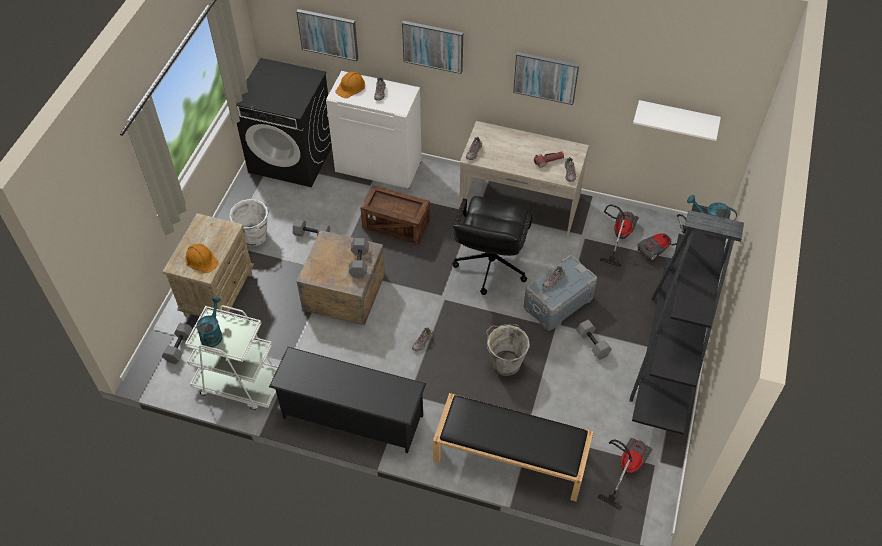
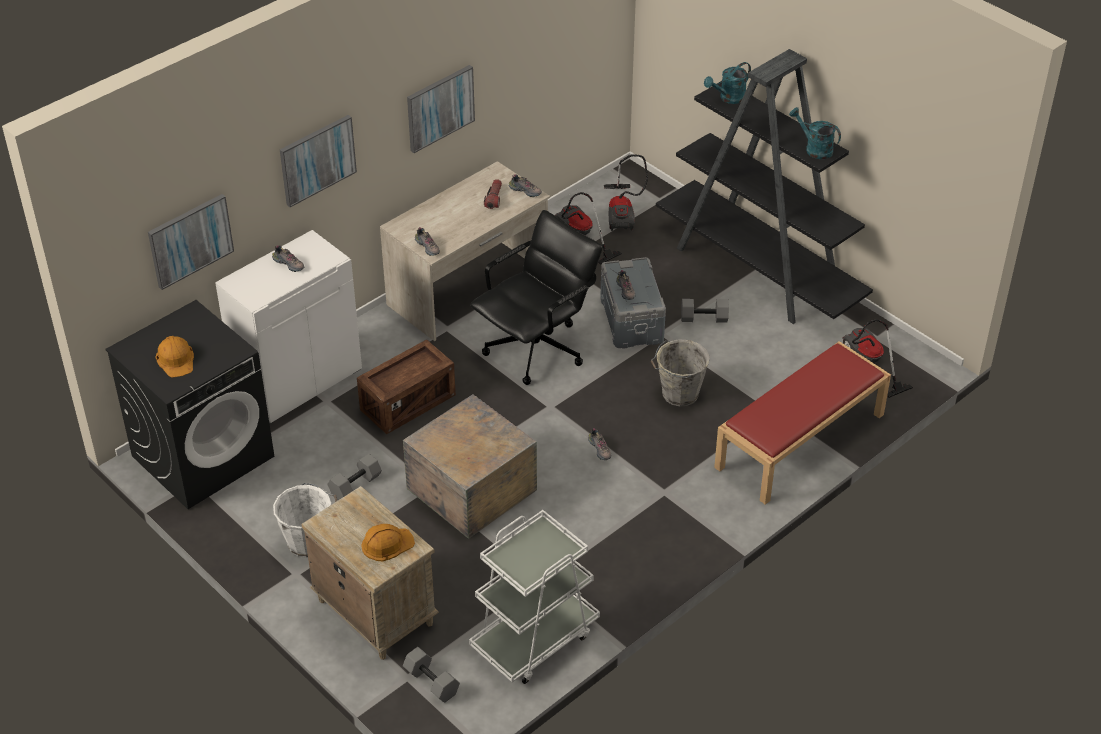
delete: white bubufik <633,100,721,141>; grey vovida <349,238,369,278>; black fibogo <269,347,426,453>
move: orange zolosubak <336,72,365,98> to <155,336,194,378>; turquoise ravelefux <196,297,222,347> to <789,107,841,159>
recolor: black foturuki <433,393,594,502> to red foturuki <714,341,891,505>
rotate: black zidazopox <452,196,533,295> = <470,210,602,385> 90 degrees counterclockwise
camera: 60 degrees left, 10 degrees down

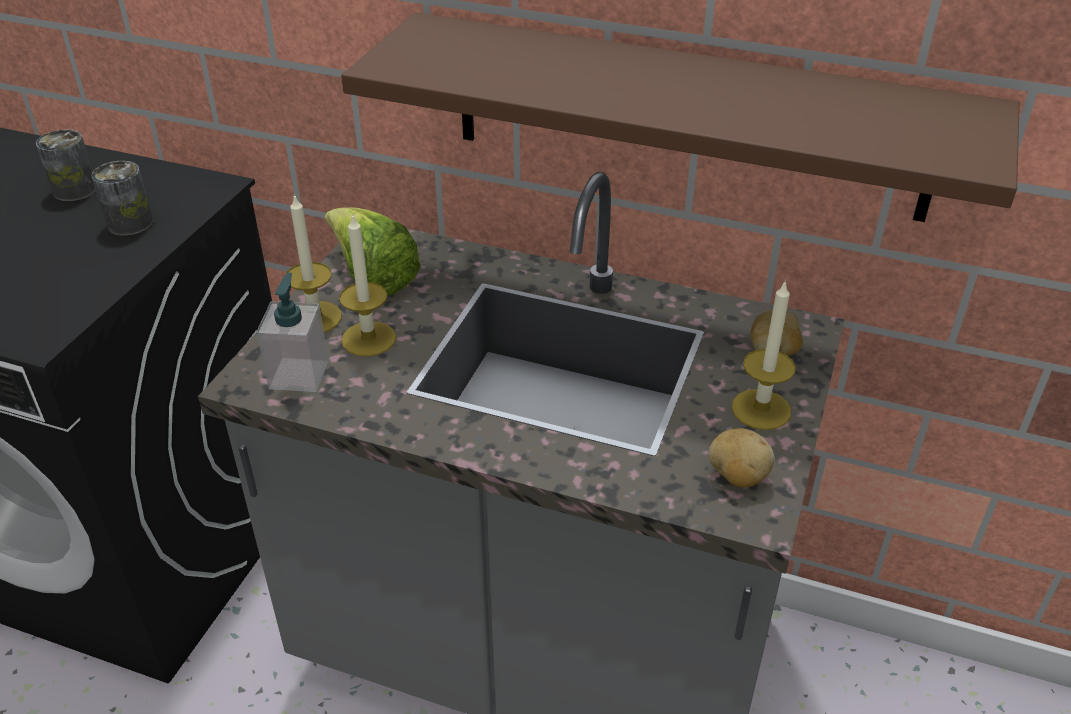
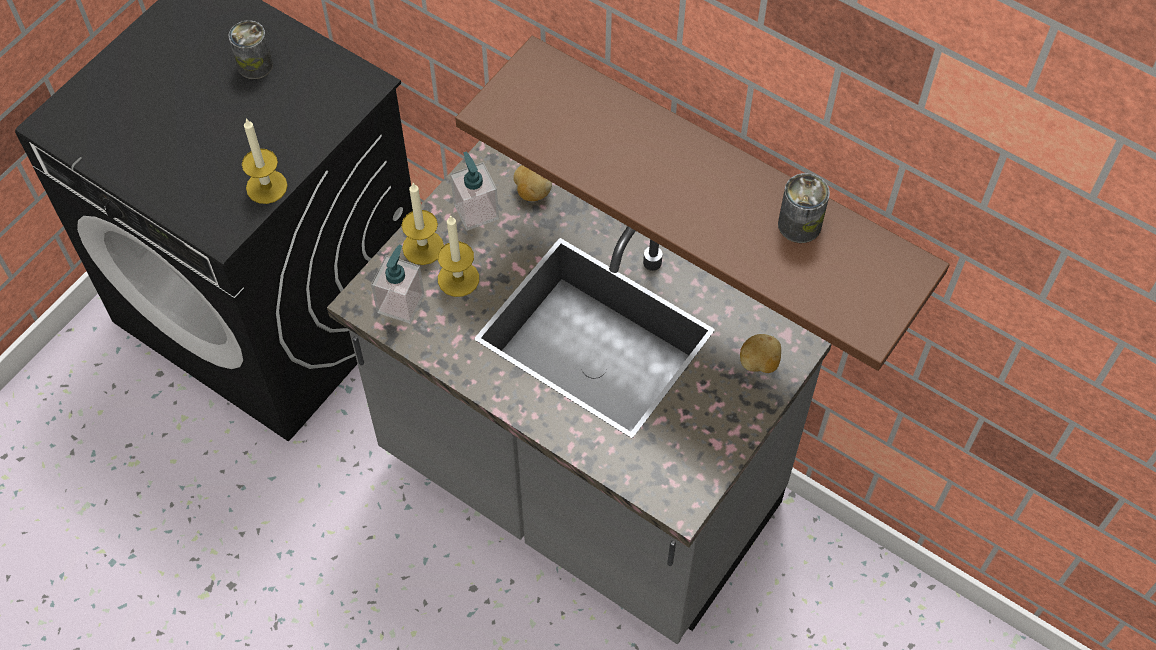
move: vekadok <92,161,153,236> to <778,173,830,243>; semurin <732,280,796,430> to <242,118,288,204>; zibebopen <709,428,774,488> to <513,165,552,201>
replace: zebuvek <325,207,421,296> to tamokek <450,152,499,231>
camera: 15 degrees right, 20 degrees up

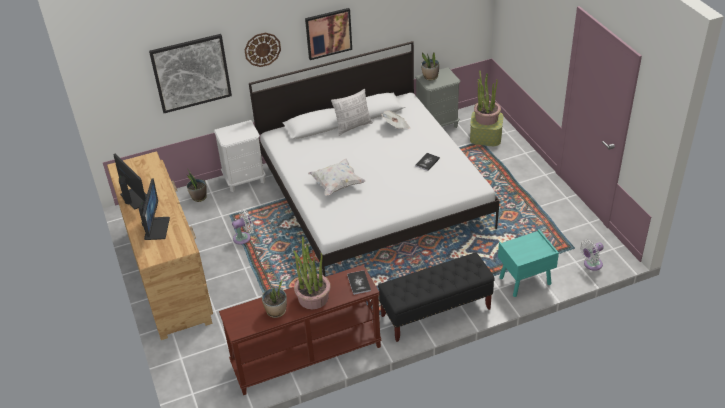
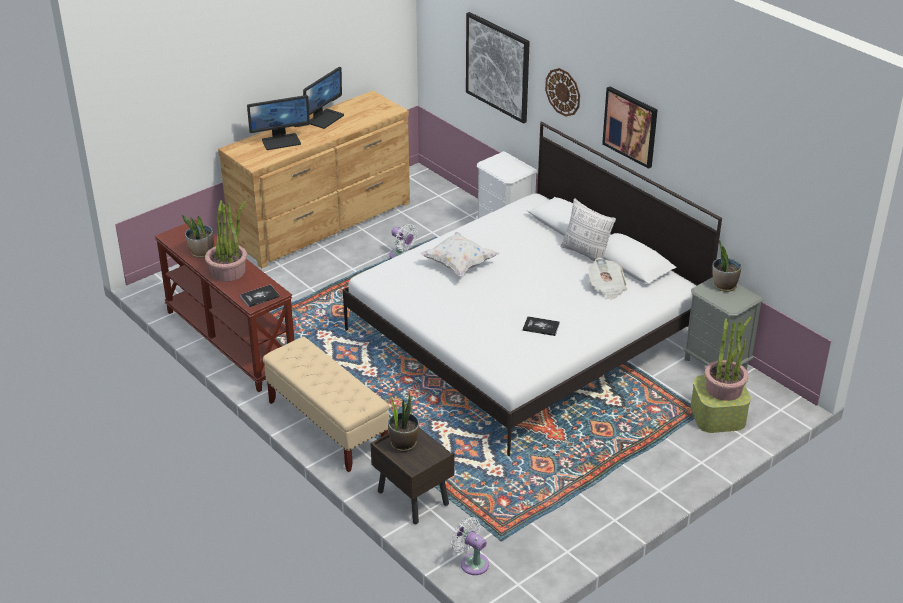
move: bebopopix <187,168,207,202> to <388,392,419,452>
recolor: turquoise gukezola <498,229,559,297> to brown gukezola <370,428,454,524>; black foturuki <378,252,495,342> to beige foturuki <263,337,389,472>
camera: 70 degrees right, 5 degrees down

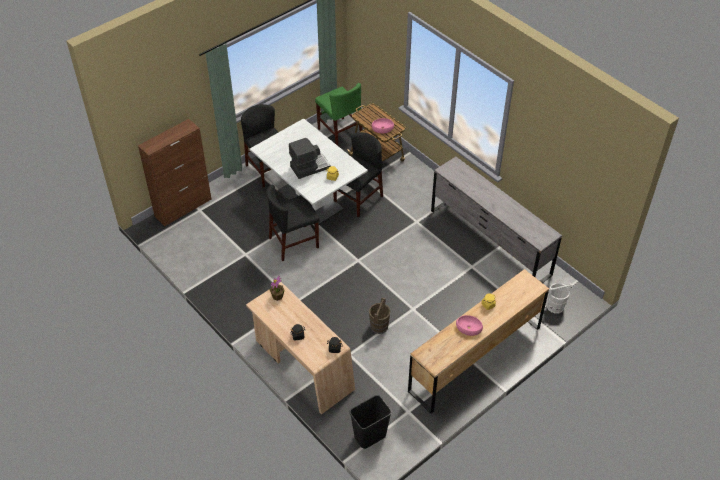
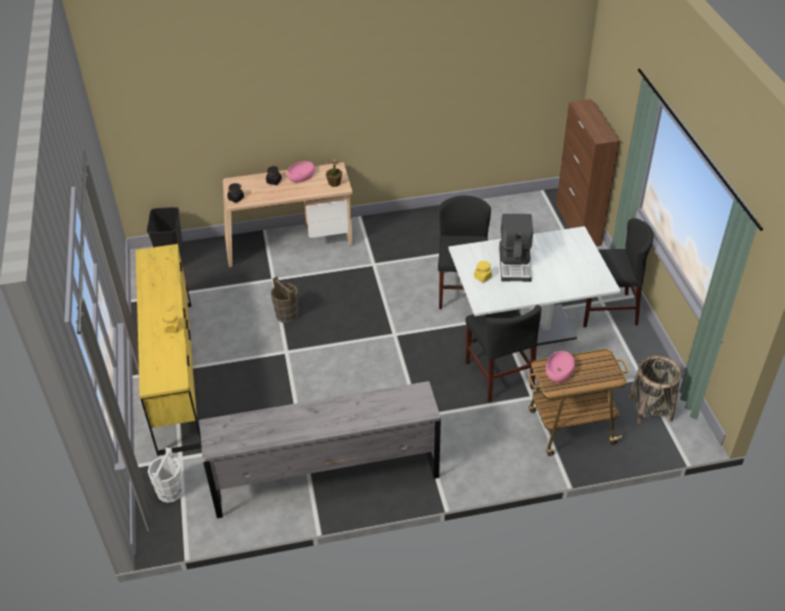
move: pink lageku <456,315,483,336> to <287,161,315,182>
replace: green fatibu <315,83,362,146> to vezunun <628,355,681,424>
recolor: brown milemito <408,269,549,414> to yellow milemito <136,244,201,456>
camera: 120 degrees right, 5 degrees down

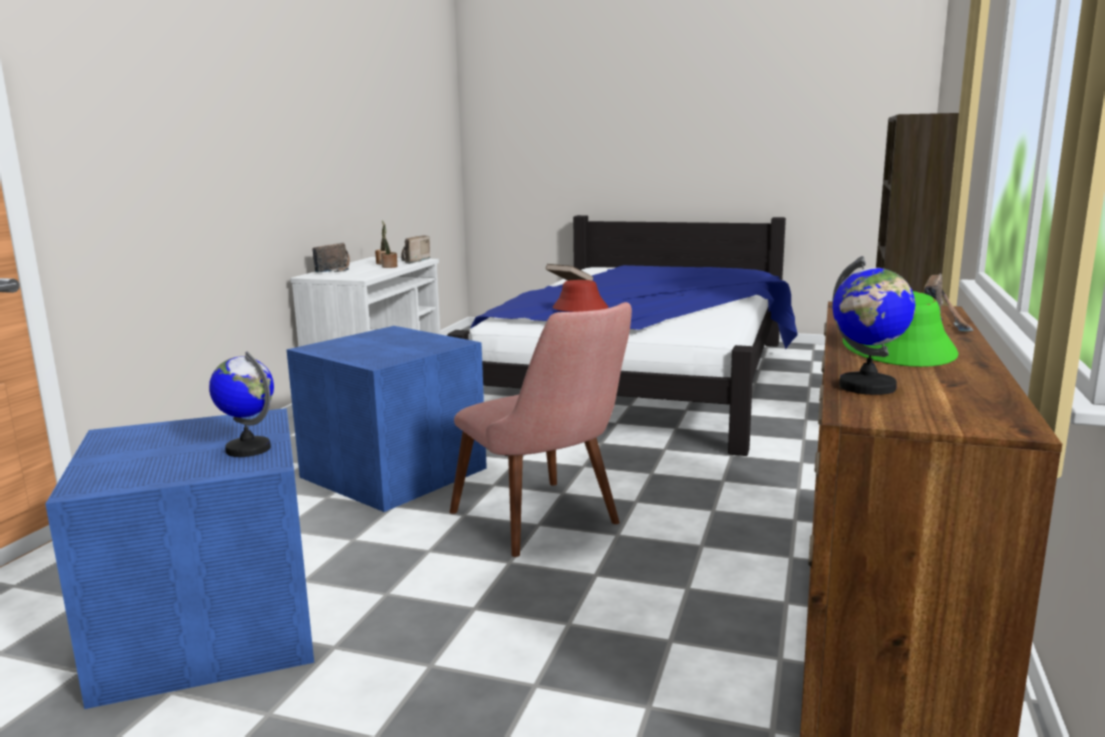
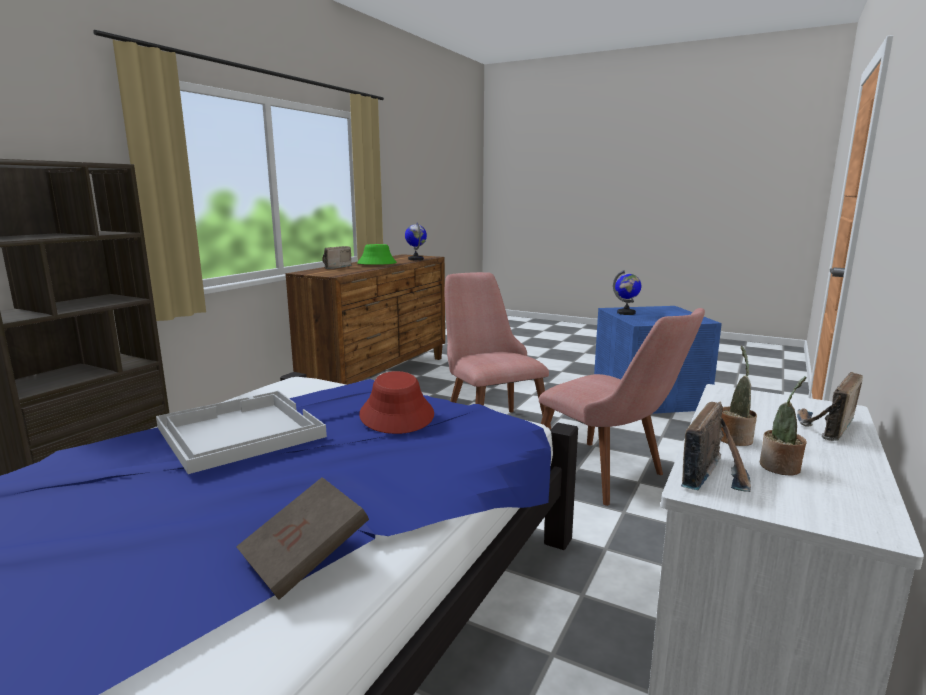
insert: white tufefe <156,391,327,474>
replace: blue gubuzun <287,326,487,512> to pink fatibu <539,308,705,506>
camera: 170 degrees left, 0 degrees up

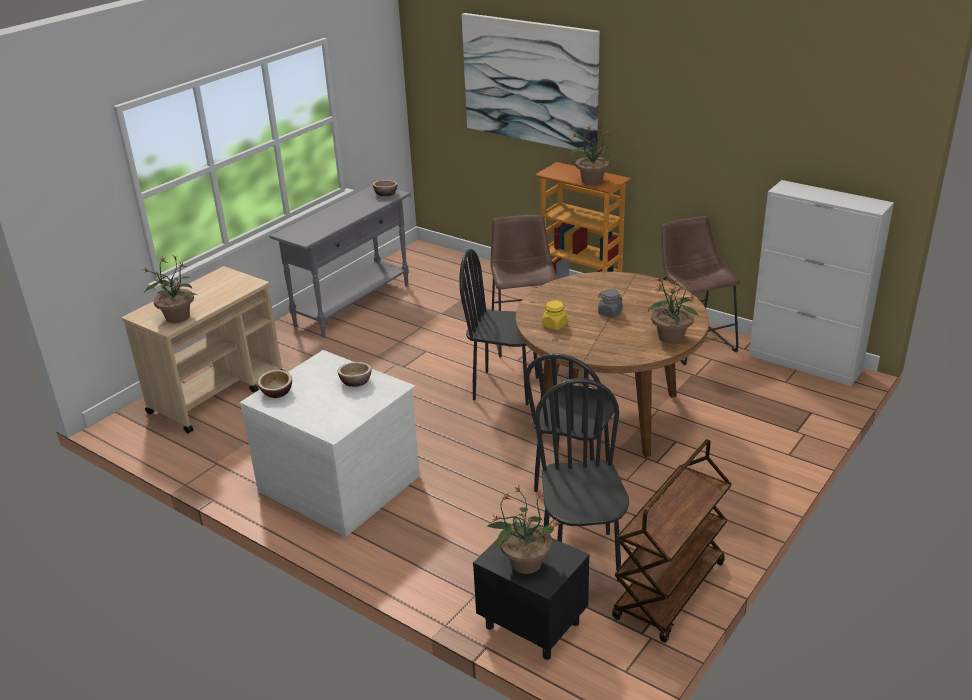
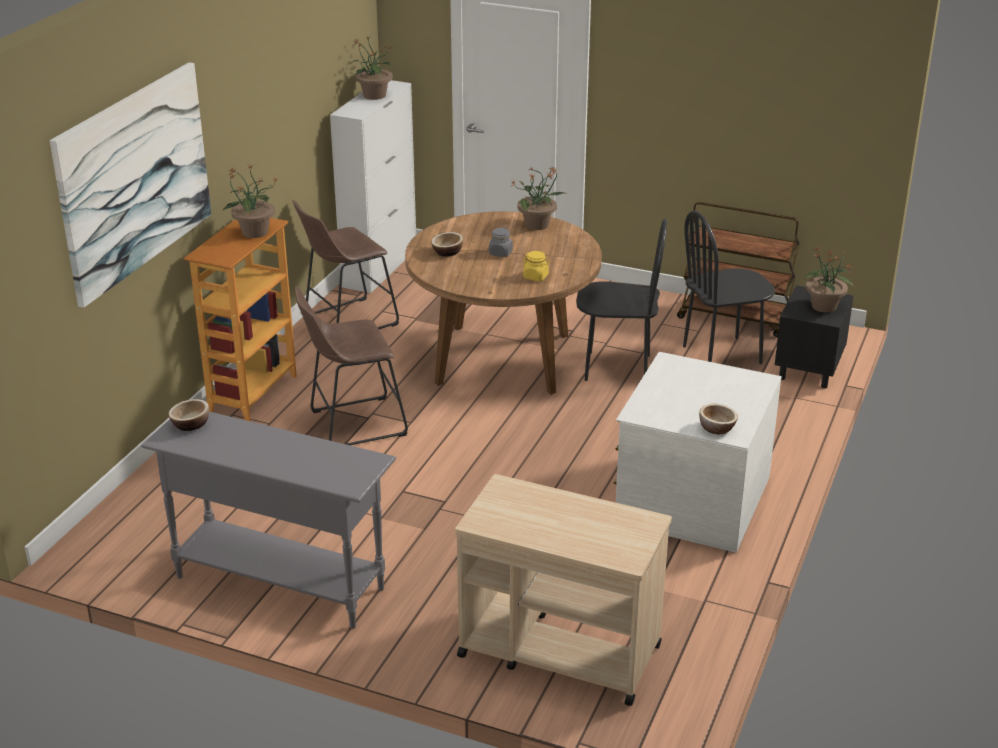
delete: black fatibu <459,249,539,405>
move: bebopopix <142,256,195,323> to <351,36,393,100>; lageku <338,362,371,387> to <431,232,463,257>
camera: 105 degrees left, 0 degrees up

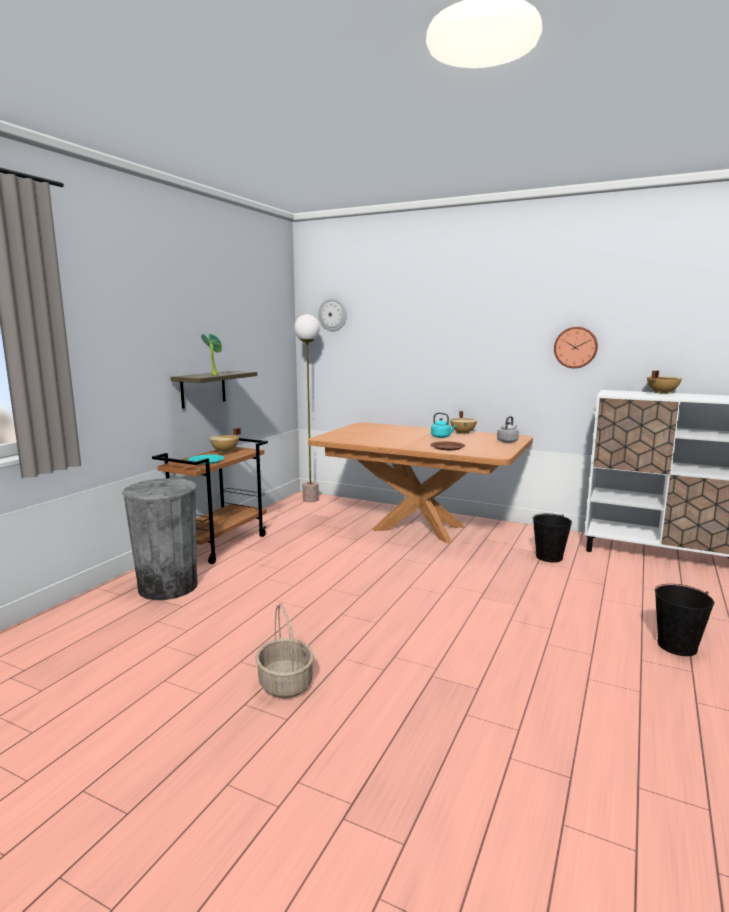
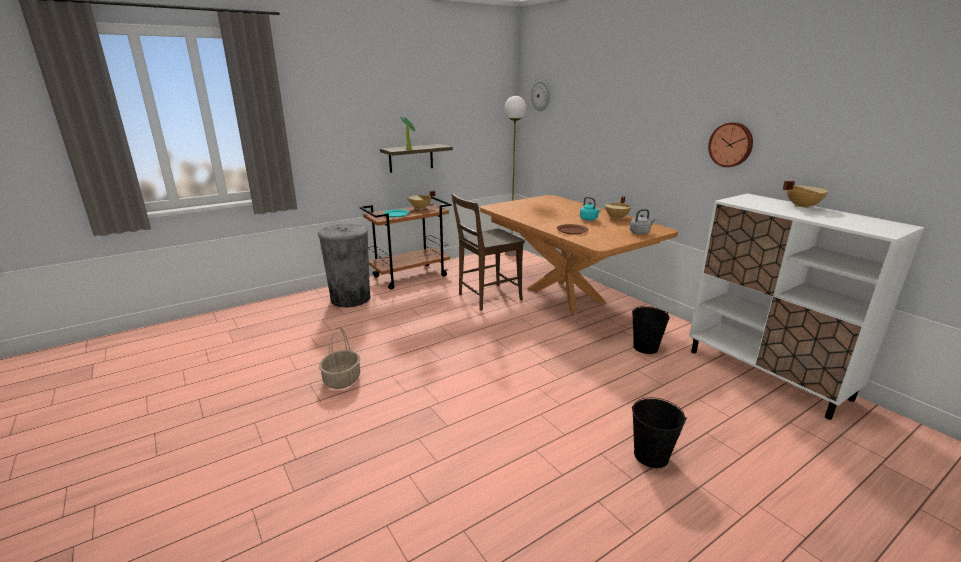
insert: brown fatibu <451,193,525,311>
camera: 30 degrees right, 10 degrees up

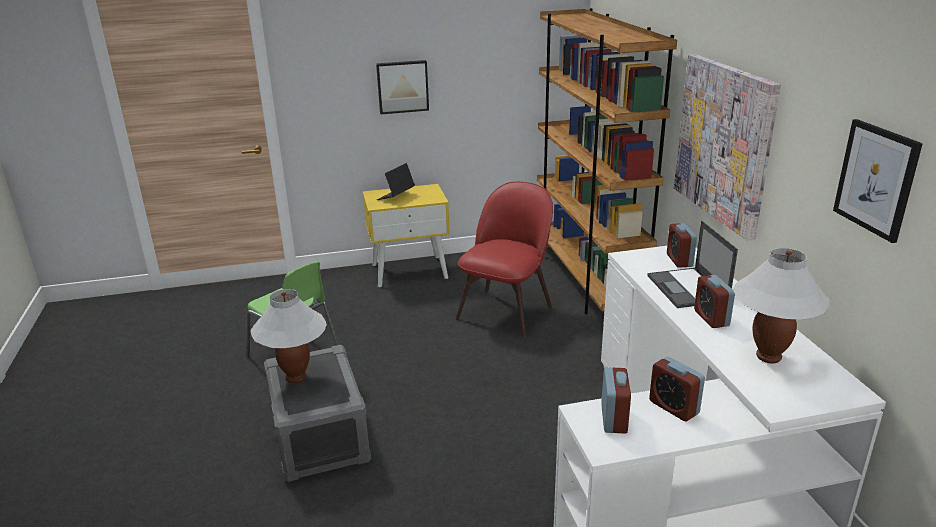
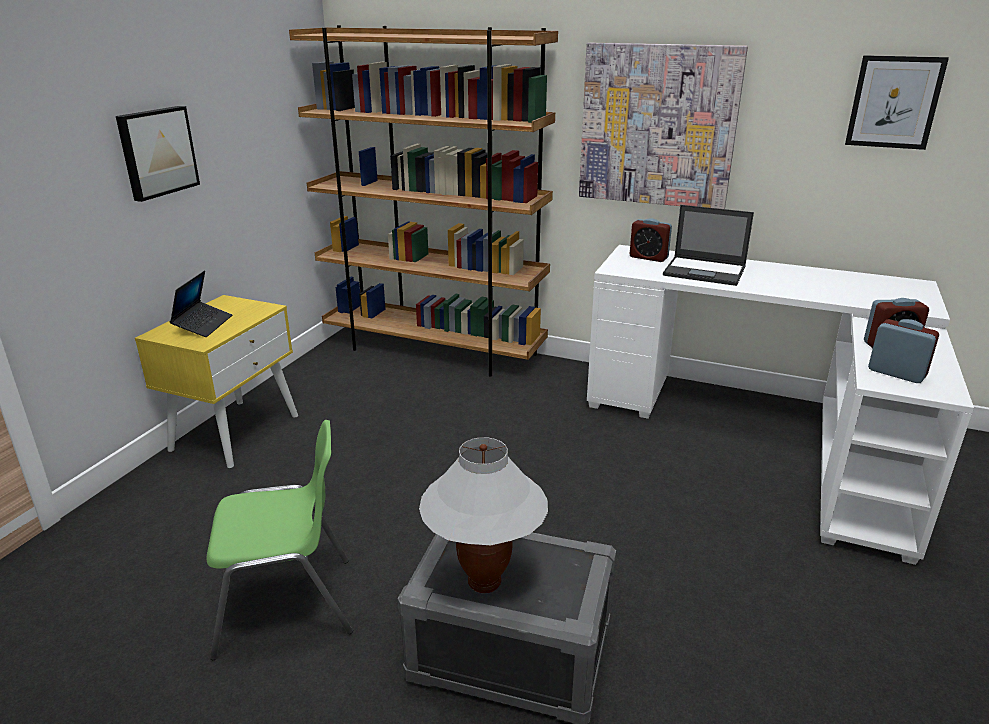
delete: red fatibu <456,181,553,338>; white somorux <733,248,831,364>; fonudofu <694,275,735,328>
rotate: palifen <377,163,415,200> = <170,270,232,337> 150 degrees counterclockwise
camera: 55 degrees left, 0 degrees up

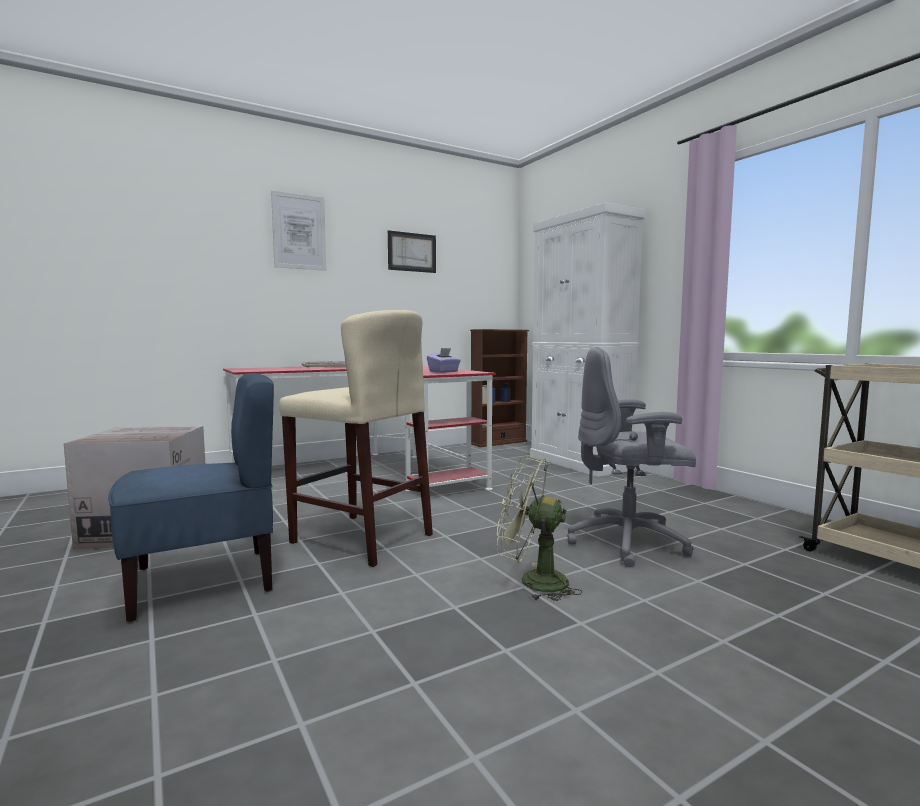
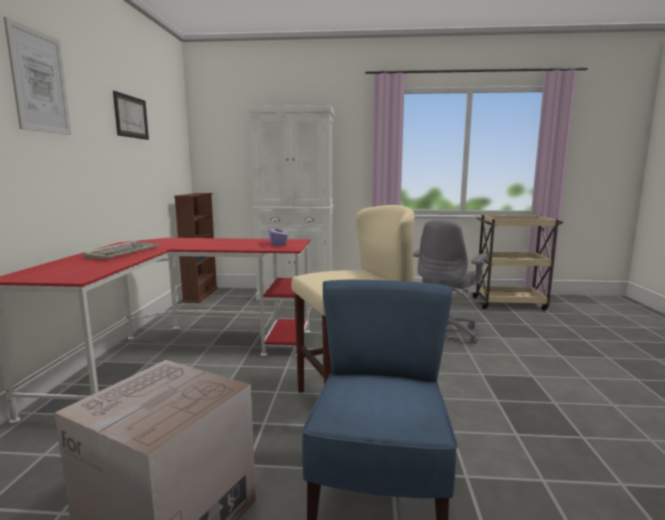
delete: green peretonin <497,456,582,601>
camera: 55 degrees left, 5 degrees up

